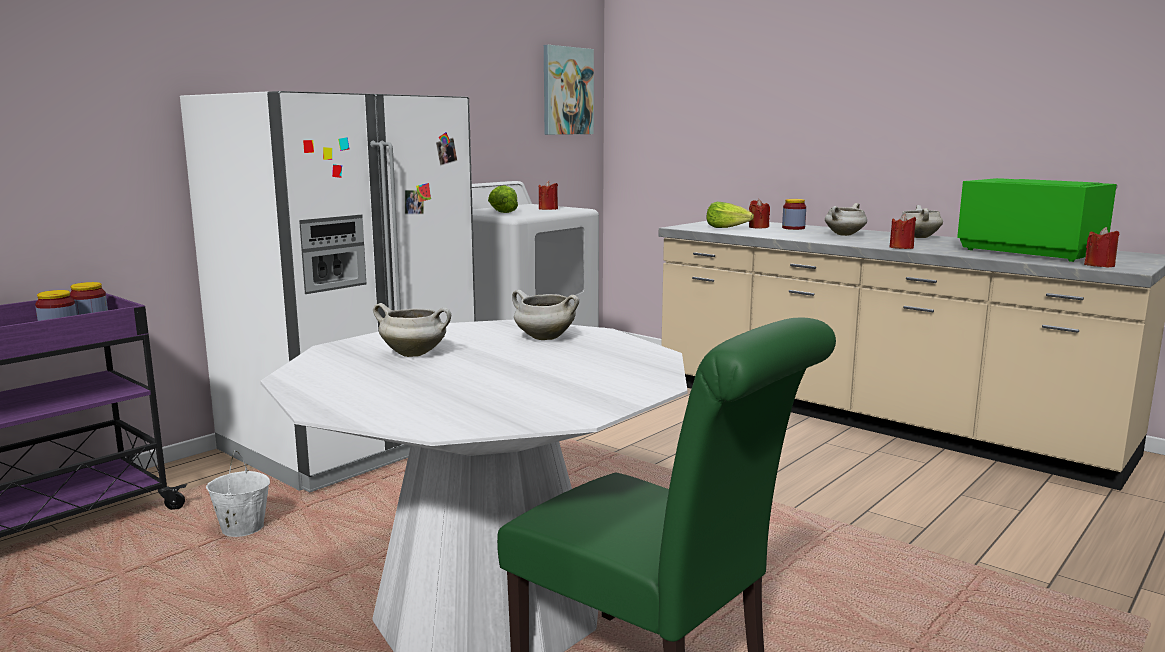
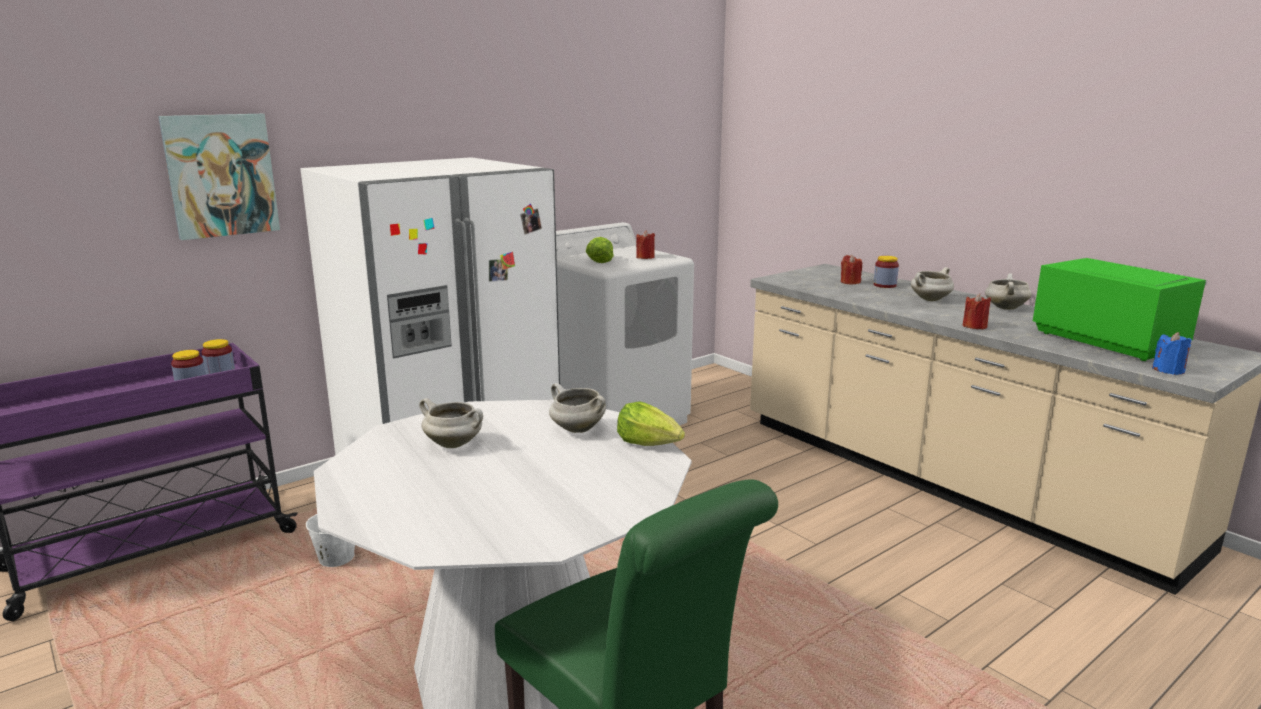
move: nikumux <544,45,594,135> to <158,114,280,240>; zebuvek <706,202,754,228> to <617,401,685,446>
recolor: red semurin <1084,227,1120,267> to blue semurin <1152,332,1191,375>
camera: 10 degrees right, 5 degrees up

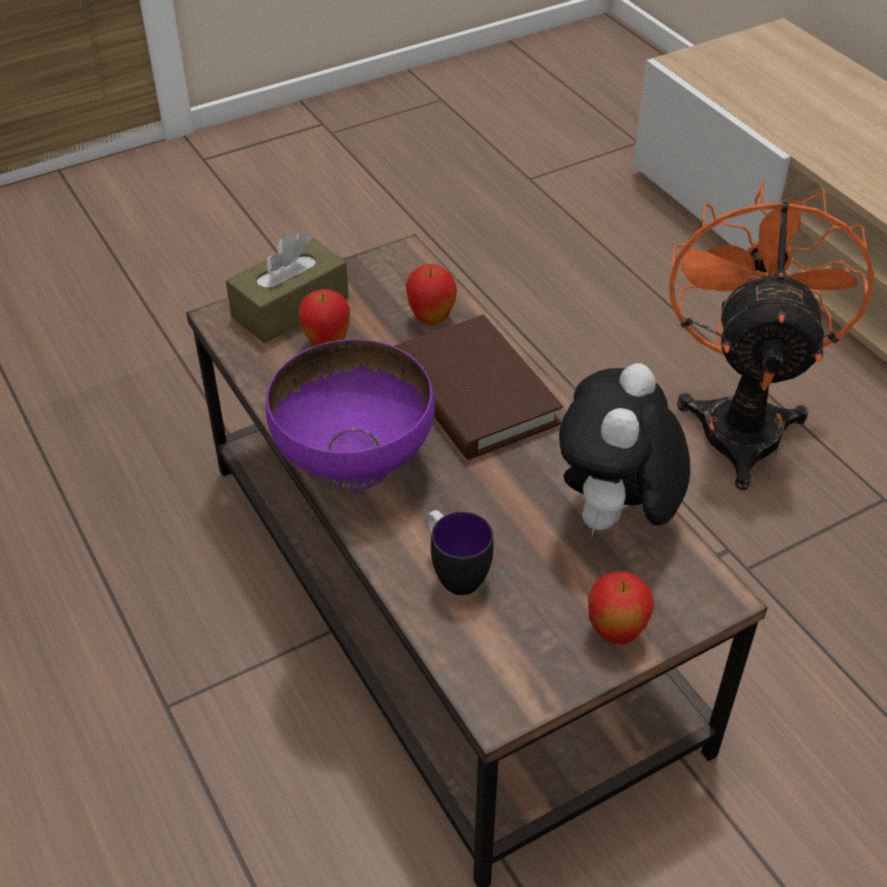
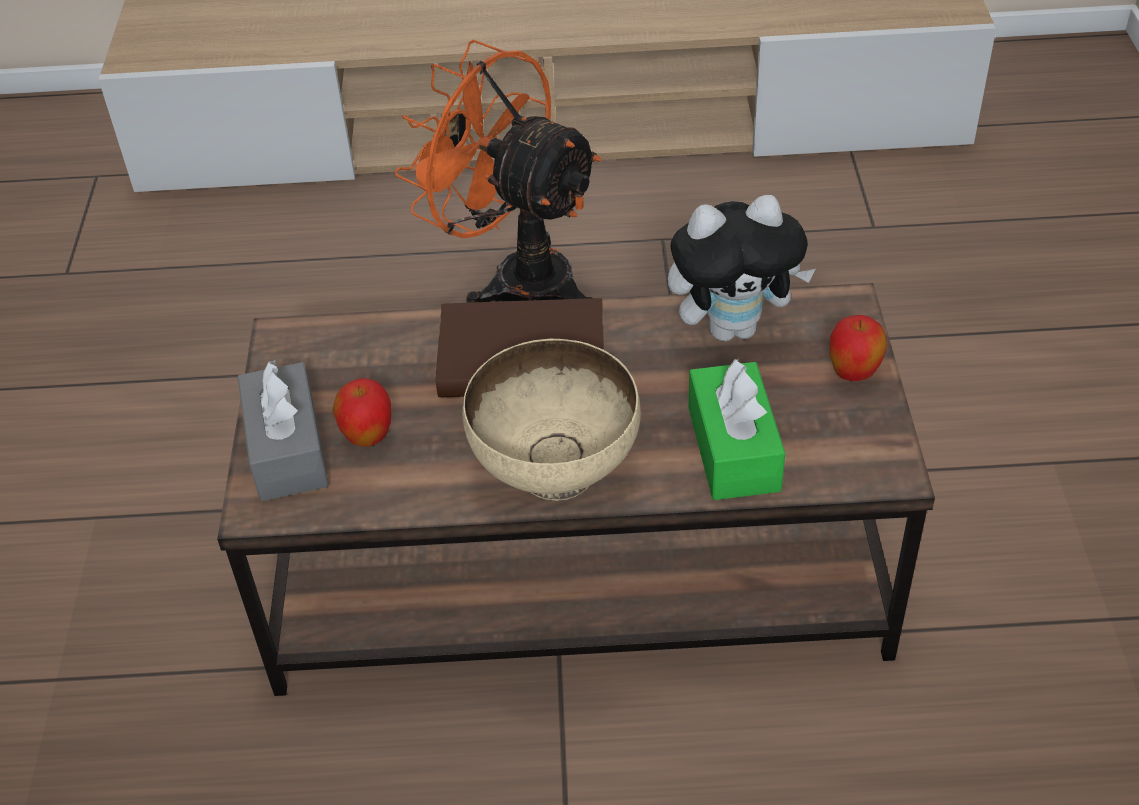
delete: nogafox <406,264,457,325>
replace: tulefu <427,510,494,595> to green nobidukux <689,358,785,500>
recolor: brown nobidukux <226,232,349,344> to grey nobidukux <237,360,329,501>; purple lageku <266,339,435,491> to beige lageku <462,339,641,501>
rotate: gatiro <559,363,690,537> = <668,195,816,342> 60 degrees counterclockwise
camera: 60 degrees left, 0 degrees up

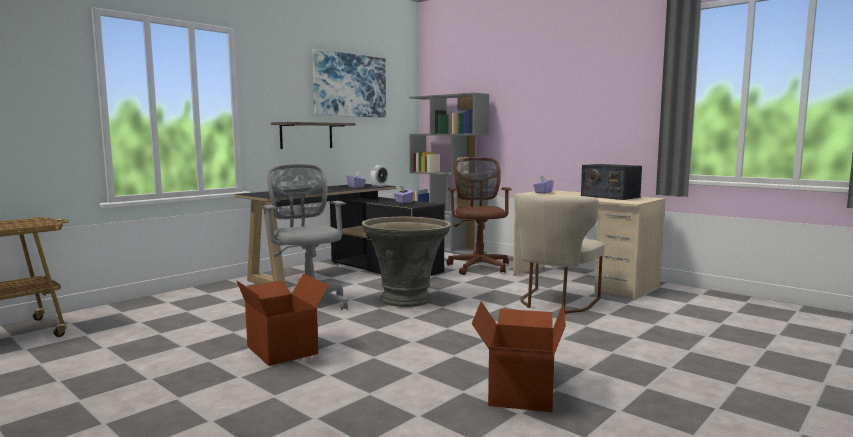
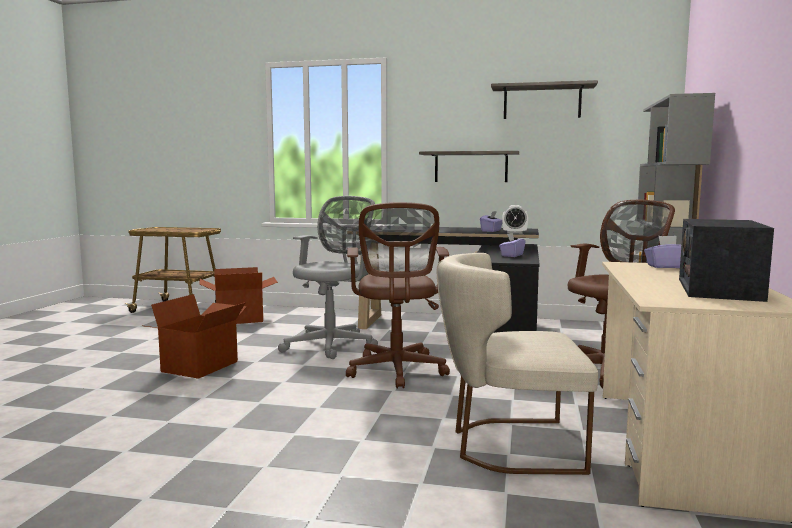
move: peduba <472,301,566,412> to <199,267,278,324>
replace: nikumux <312,49,386,117> to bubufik <491,80,598,119>; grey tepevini <361,217,451,307> to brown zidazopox <346,202,450,388>
camera: 60 degrees right, 0 degrees up

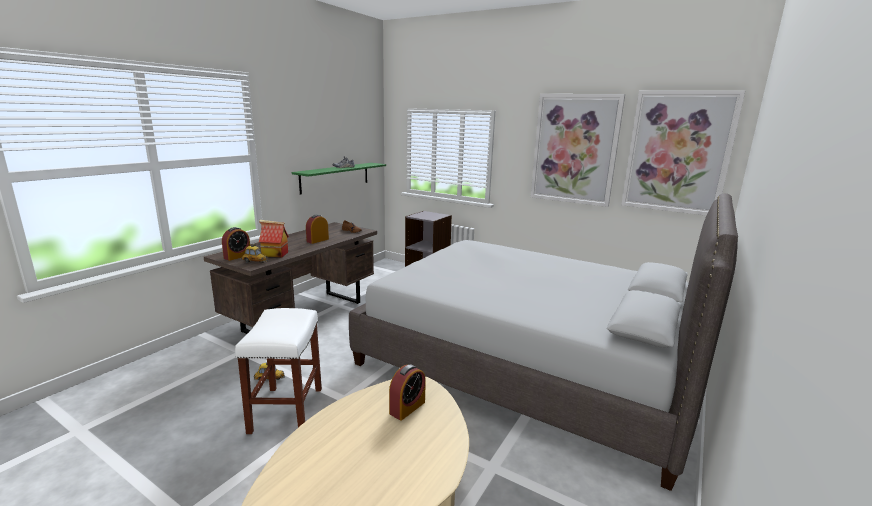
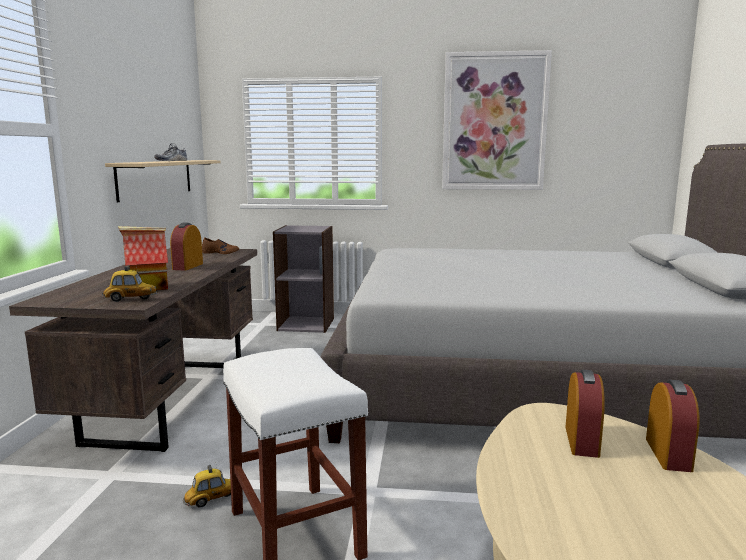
delete: nikumux <621,90,746,216>
move: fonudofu <222,227,250,261> to <646,380,700,472>
recolor: green bubufik <292,163,386,194> to beige bubufik <105,160,221,202>
camera: 25 degrees left, 5 degrees down

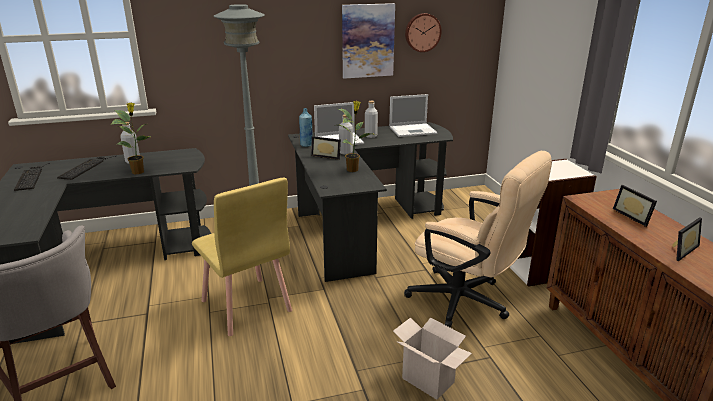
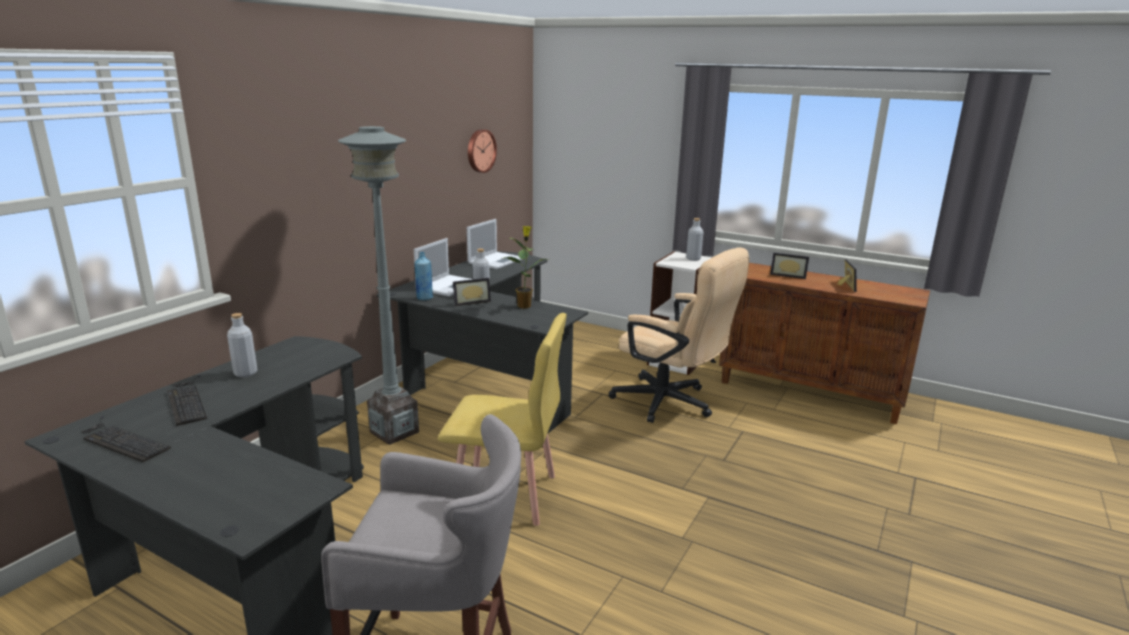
delete: nikumux <342,3,395,79>; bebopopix <110,102,151,174>; peduba <393,317,472,400>
move: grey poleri <365,101,378,138> to <686,218,703,261>
rotate: beige zidazopox <404,151,552,328> = <609,247,749,423> 45 degrees clockwise
camera: 45 degrees left, 5 degrees down

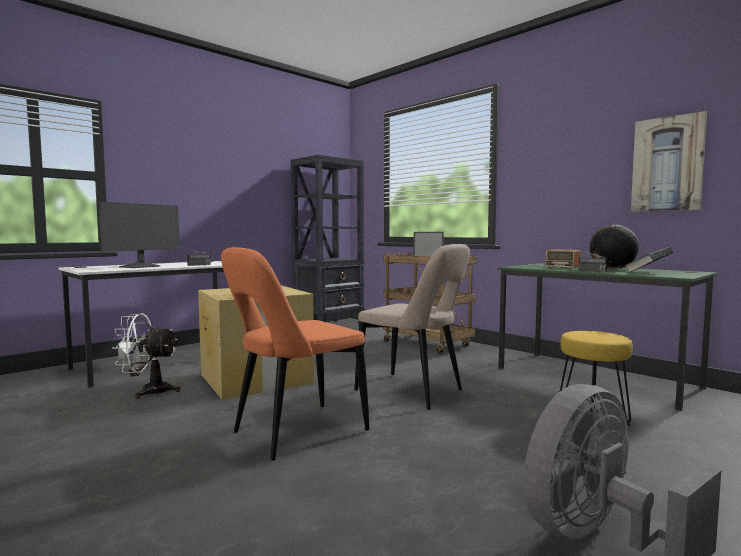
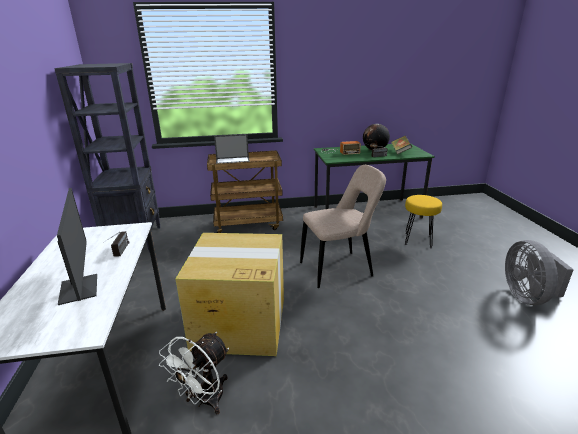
delete: nikumux <631,111,707,212>; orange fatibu <221,247,369,461>
camera: 55 degrees left, 20 degrees up

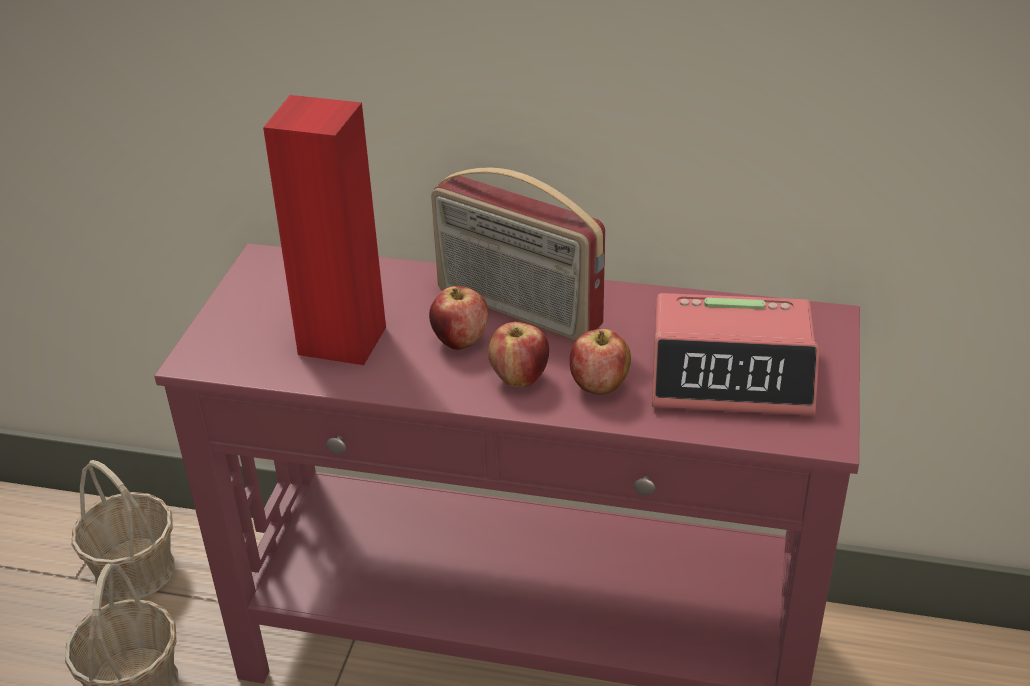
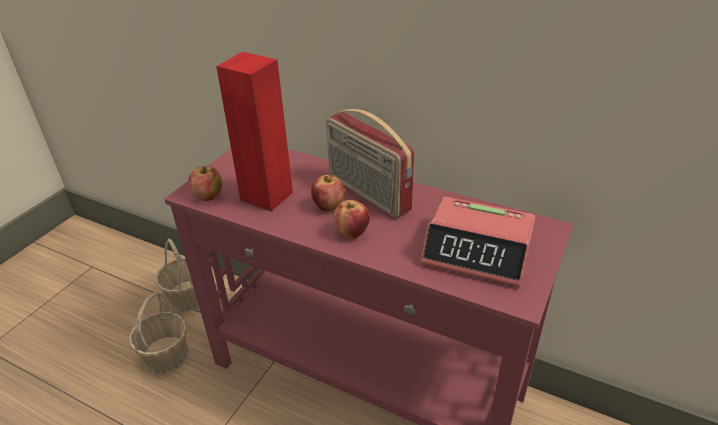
move: nogafox <570,329,631,395> to <188,166,222,201>
camera: 15 degrees right, 0 degrees up

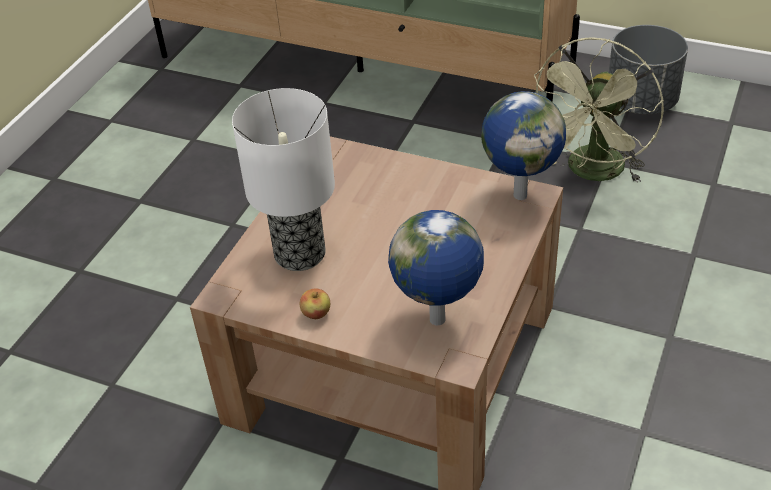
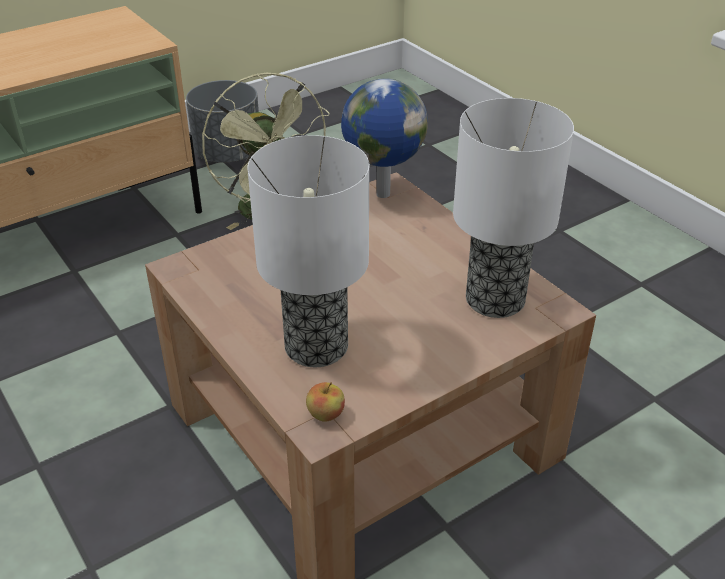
move: nogafox <300,288,330,319> to <306,382,345,422>
replace: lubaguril <388,210,484,325> to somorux <453,98,574,318>
camera: 60 degrees left, 5 degrees down

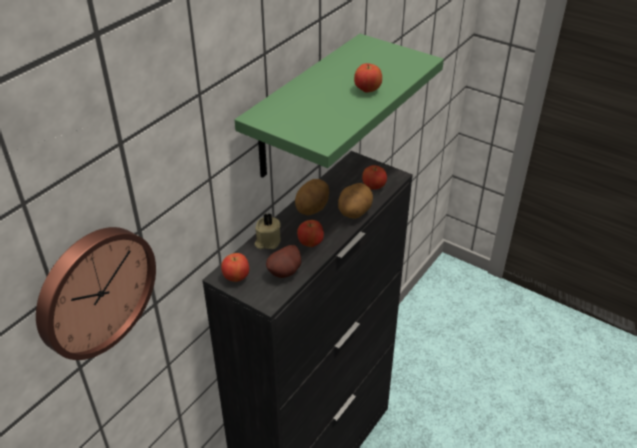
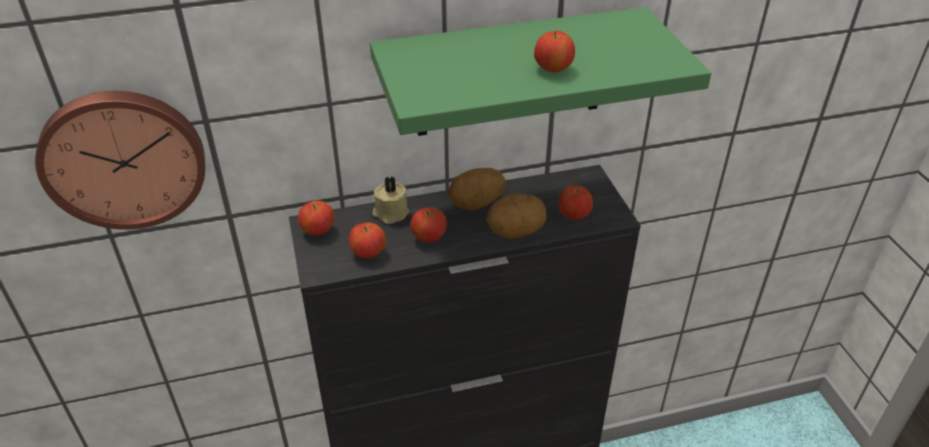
replace: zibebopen <266,245,301,278> to nogafox <349,222,386,258>
camera: 40 degrees right, 0 degrees up

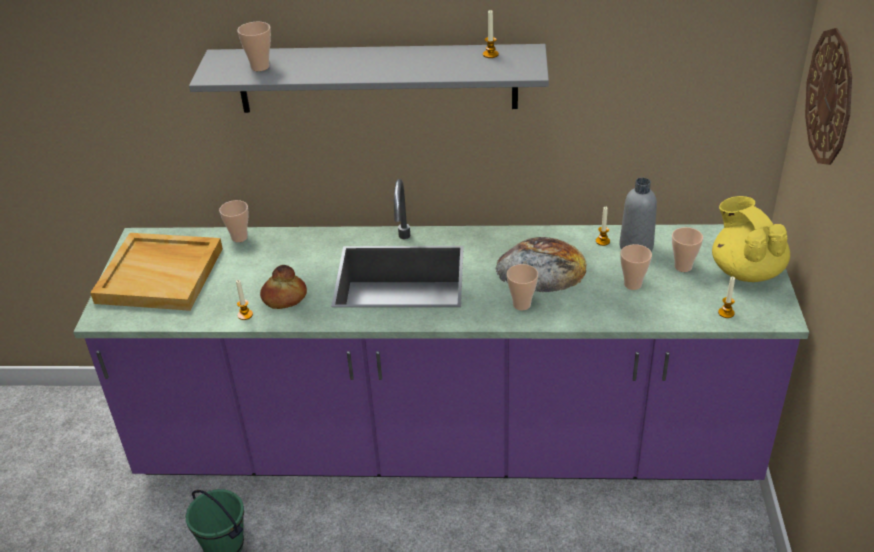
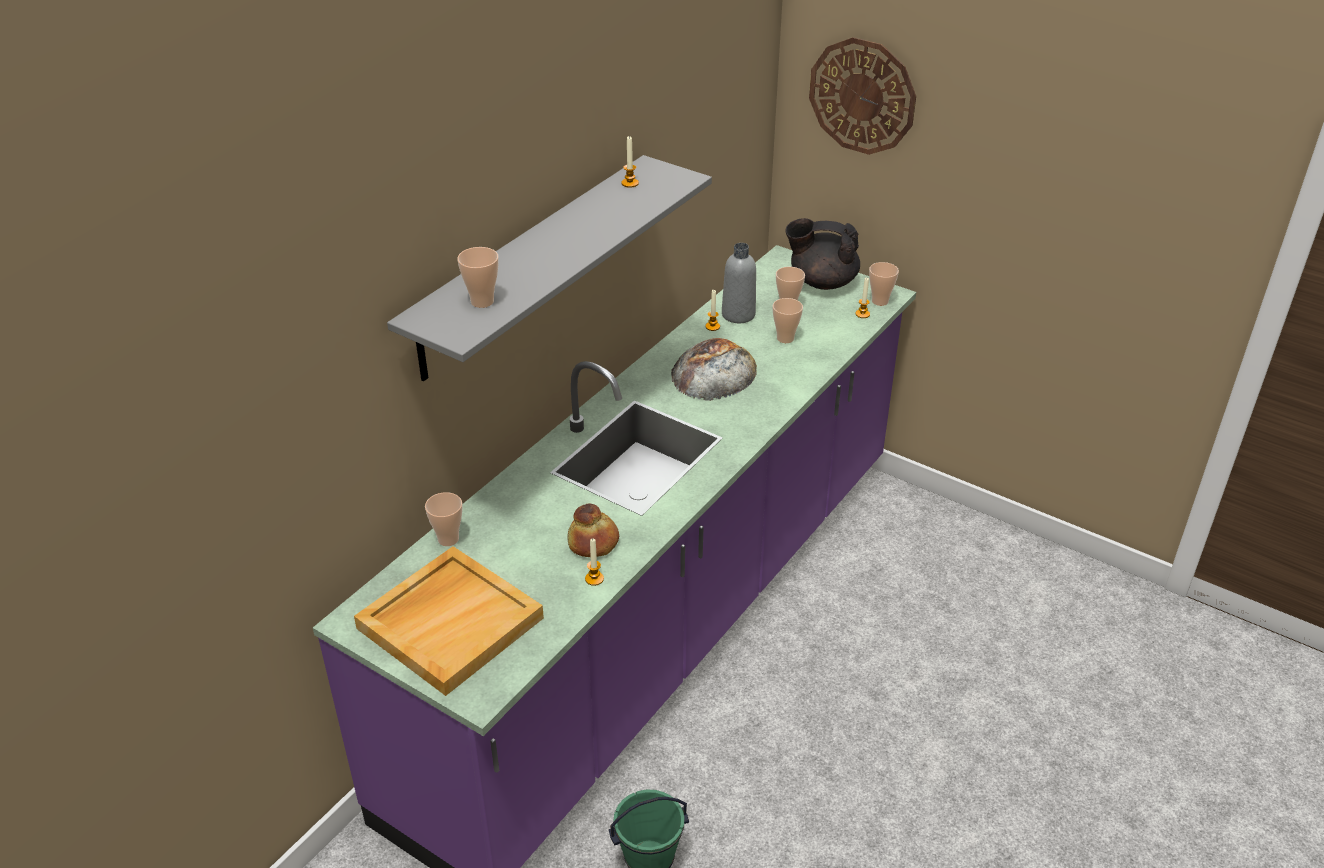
move: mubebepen <507,264,538,310> to <869,262,899,306>
recolor: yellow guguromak <712,196,790,282> to black guguromak <785,218,860,290>
camera: 60 degrees left, 0 degrees up

